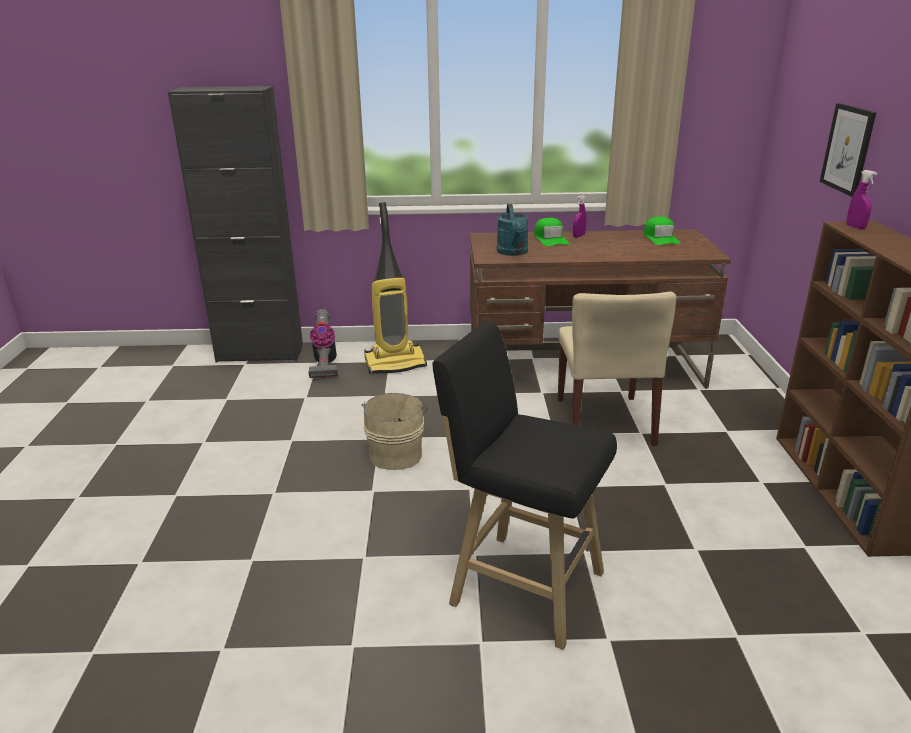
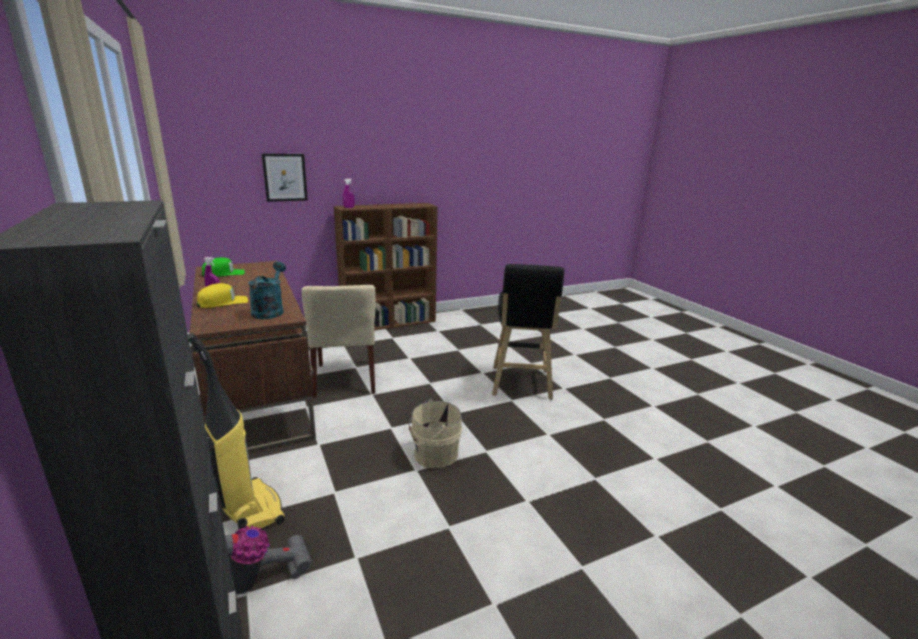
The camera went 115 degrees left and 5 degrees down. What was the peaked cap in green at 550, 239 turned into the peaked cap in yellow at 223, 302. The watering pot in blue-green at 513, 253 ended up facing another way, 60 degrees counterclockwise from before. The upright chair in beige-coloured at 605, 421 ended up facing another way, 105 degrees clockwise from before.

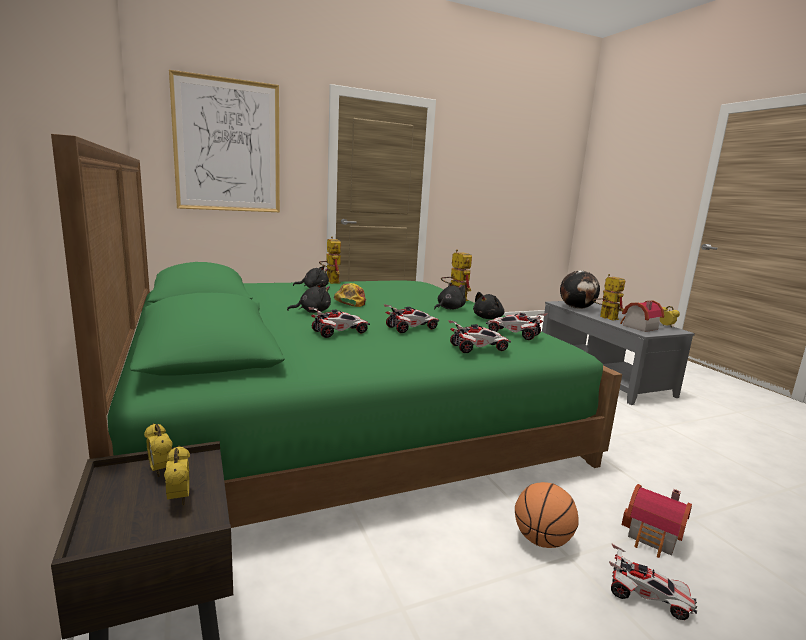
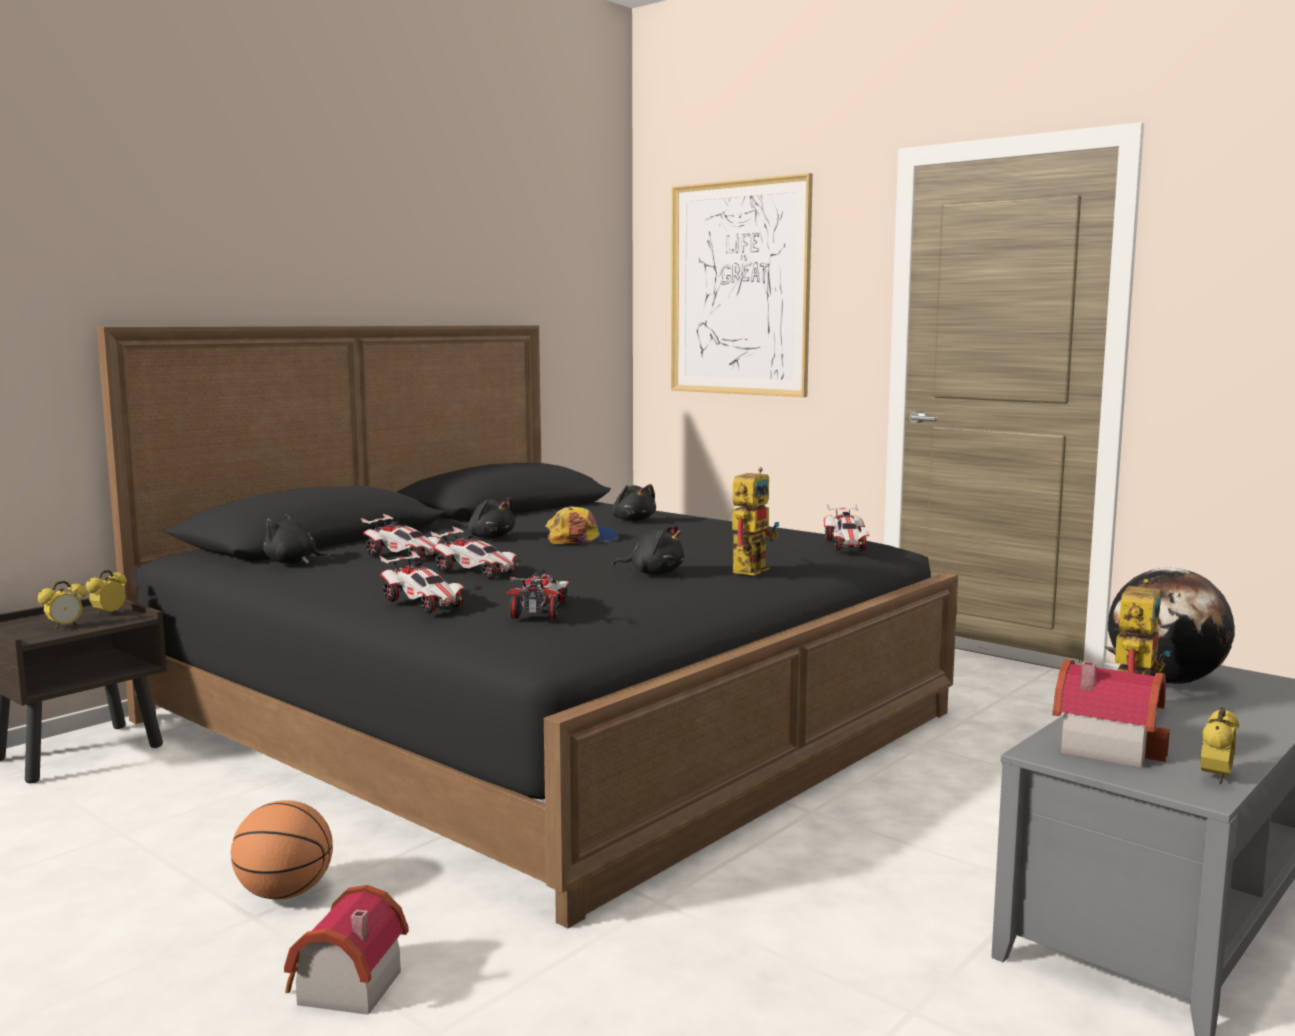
The camera went 65 degrees right and 5 degrees down. The second view lost the model robot at 330, 281. The soft toy in blackish ended up elsewhere, having gone from 488, 318 to 293, 563. The model car ended up elsewhere, having gone from 647, 597 to 846, 545. What was the sleeping bed in green at 339, 412 turned into the sleeping bed in blackish at 543, 716.

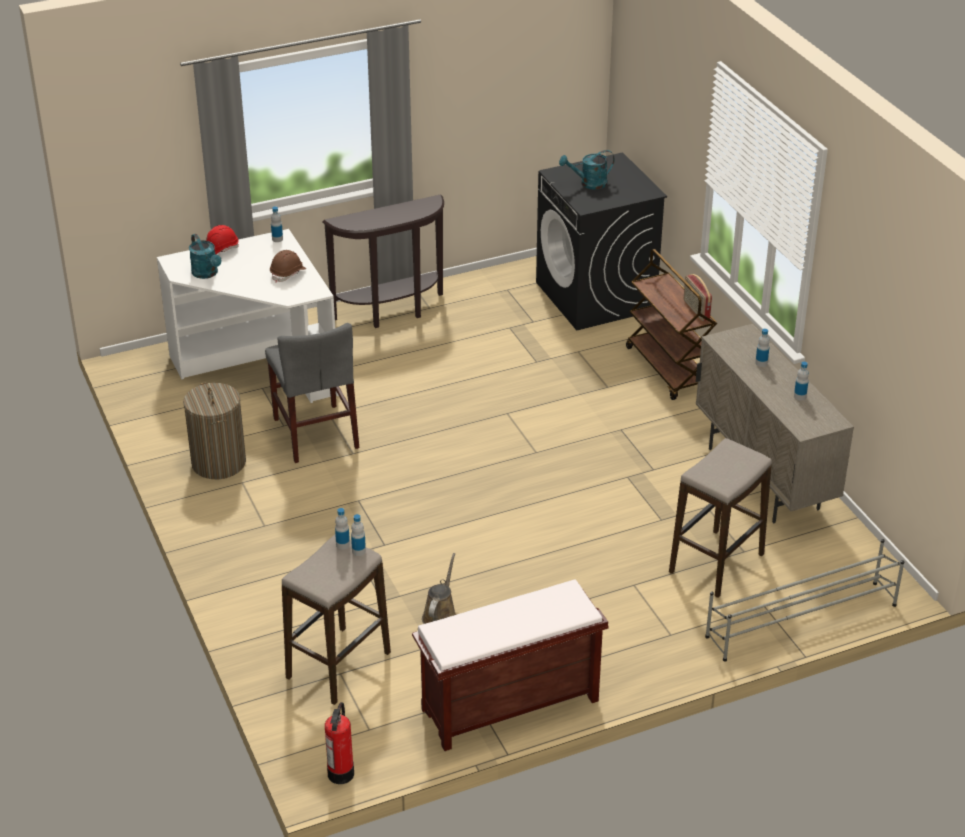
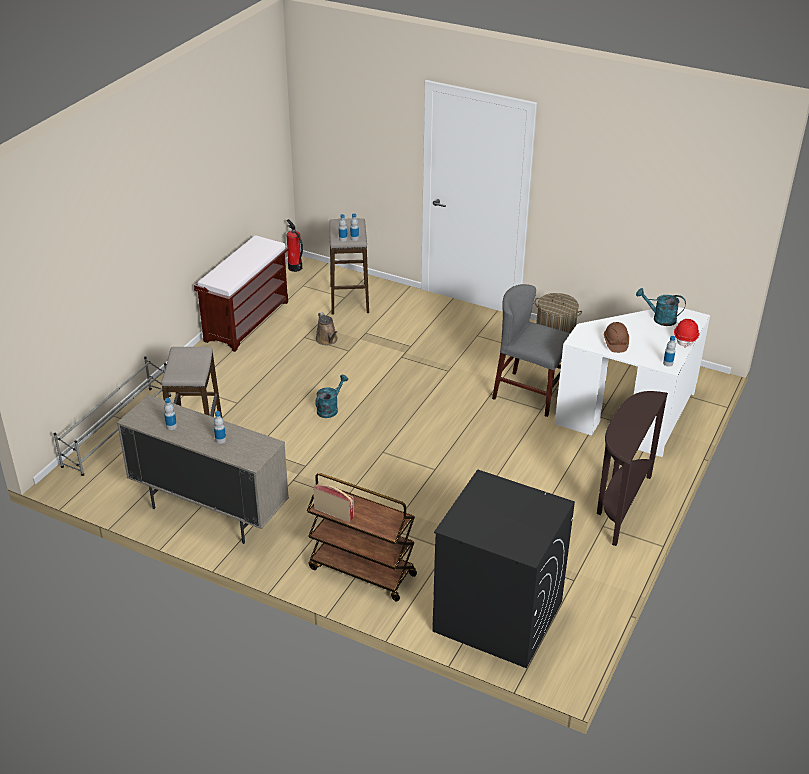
The camera went 140 degrees right and 0 degrees up. The watering pot in blue-green ended up elsewhere, having gone from 589, 184 to 330, 409.

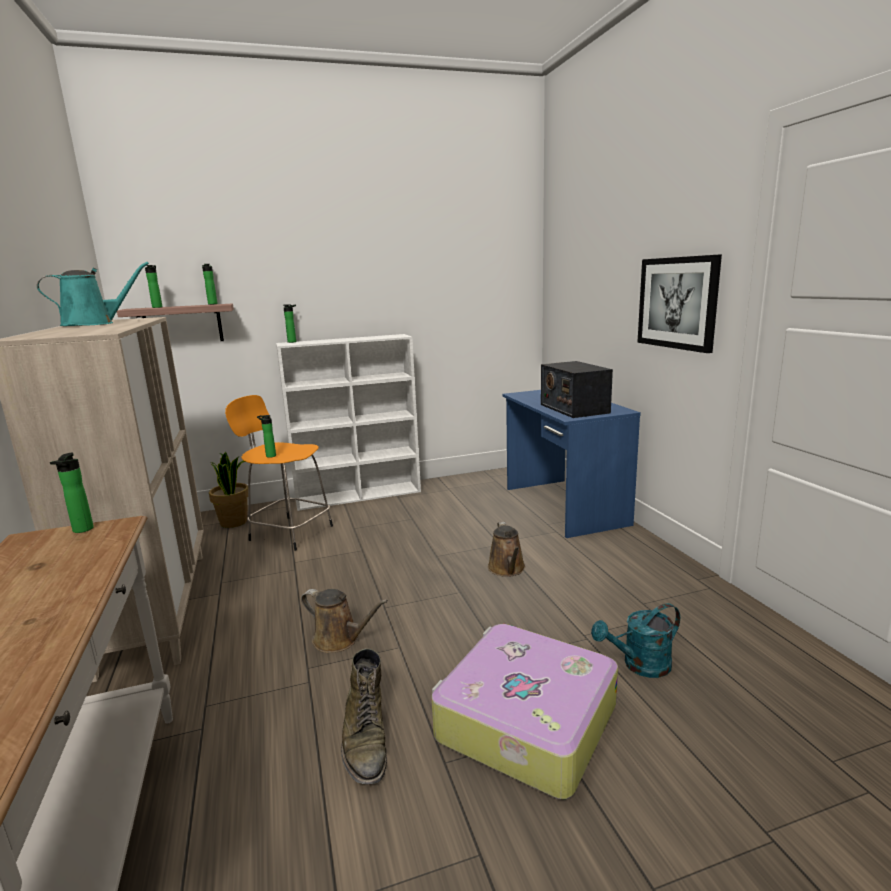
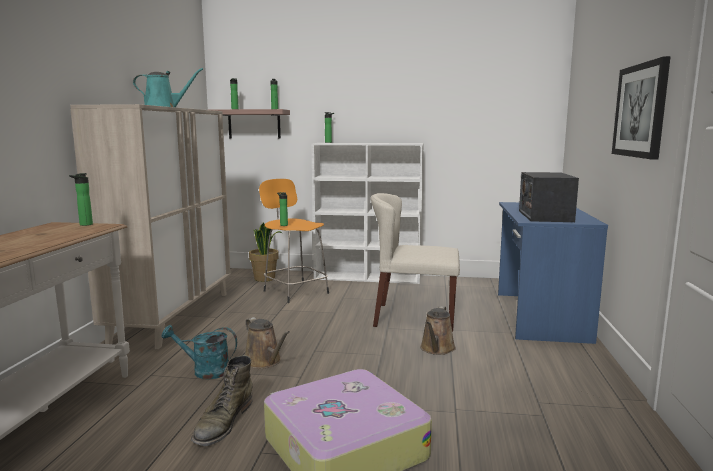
The camera went 25 degrees right and 5 degrees down. The second view gained the upright chair in beige-coloured at 413, 317. The watering pot in blue-green ended up elsewhere, having gone from 640, 666 to 205, 371.

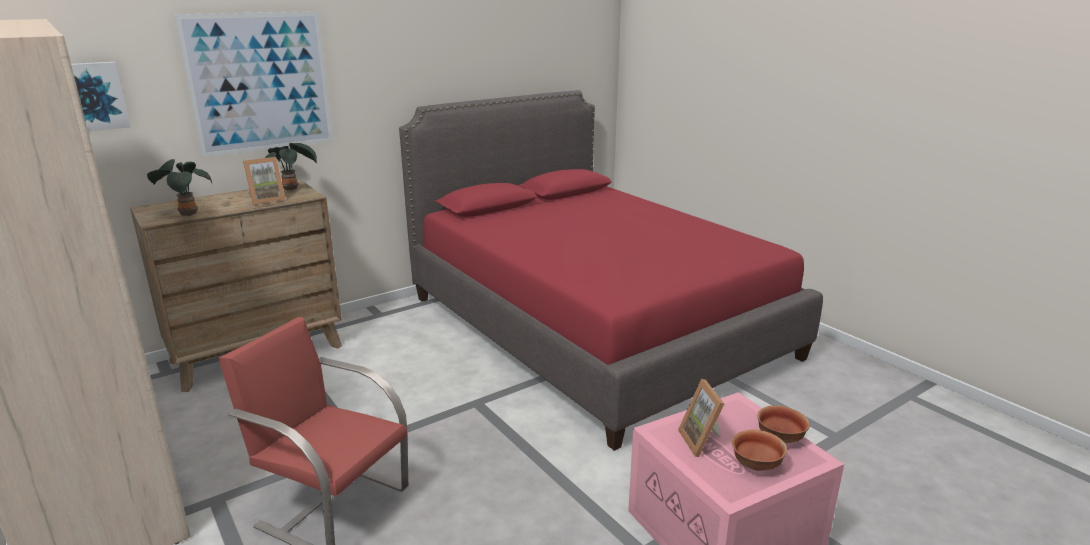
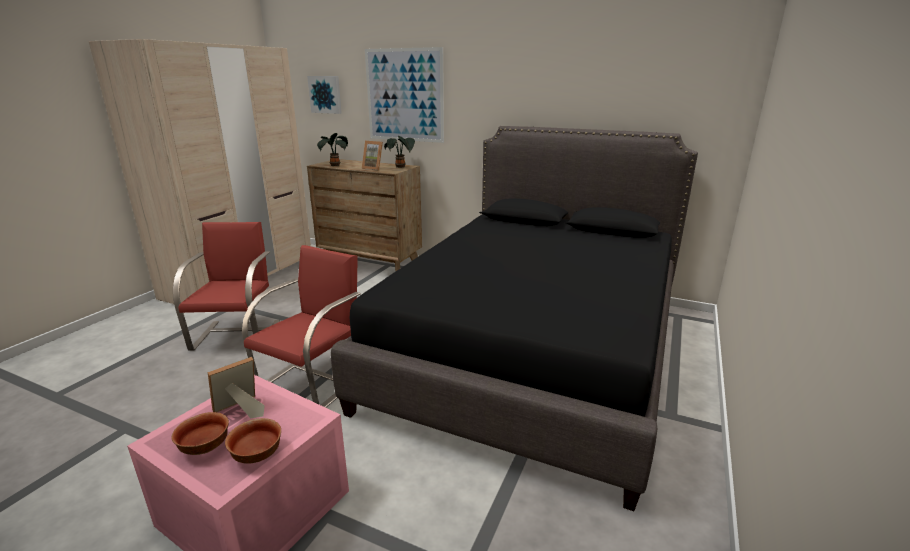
The camera went 60 degrees right and 0 degrees up. The second view gained the upright chair in red at 314, 380. What was the sleeping bed in red at 594, 326 turned into the sleeping bed in blackish at 533, 351.

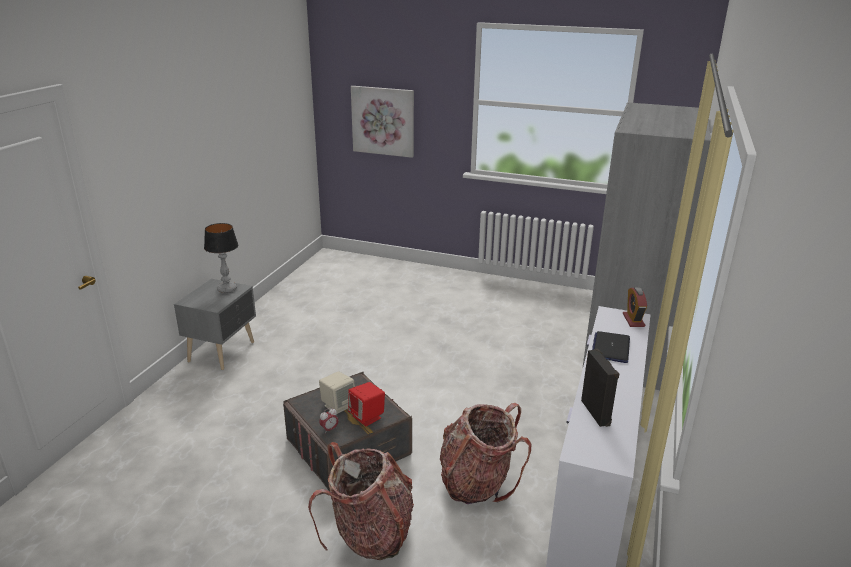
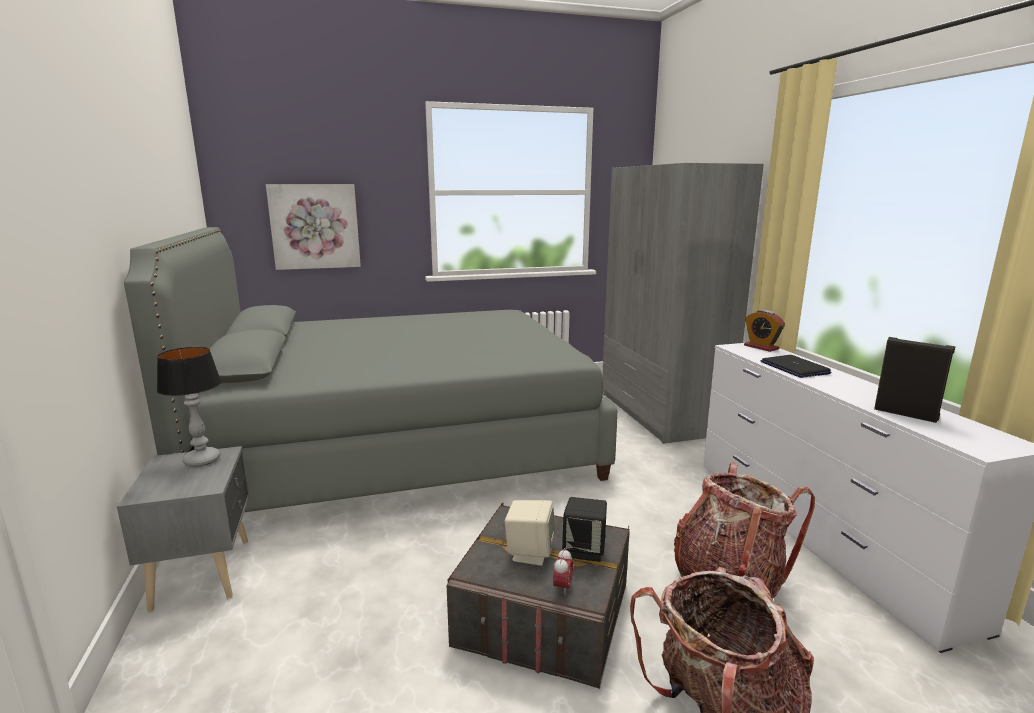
The camera went 35 degrees left and 10 degrees down. The second view gained the sleeping bed in gray at 401, 445. What was the audio speaker in red at 367, 417 turned into the audio speaker in blackish at 584, 550.

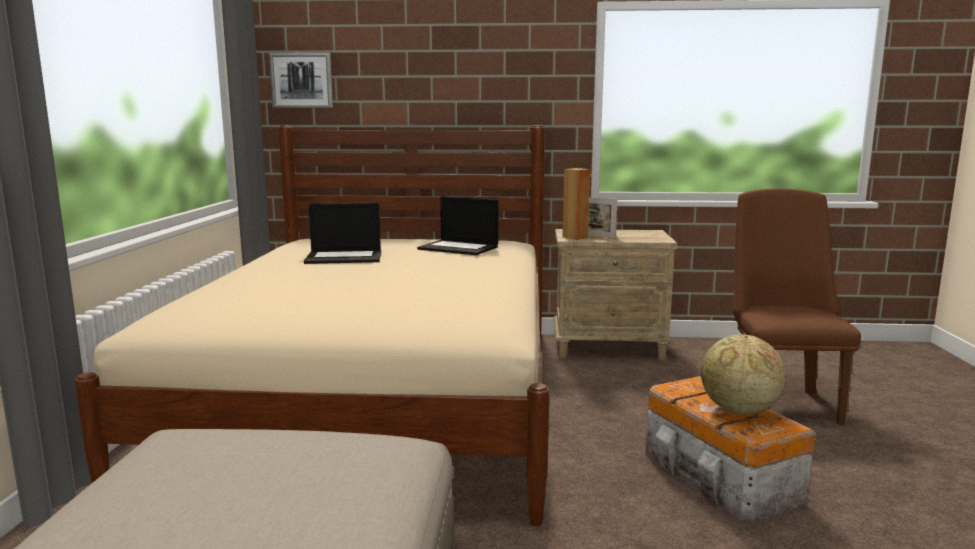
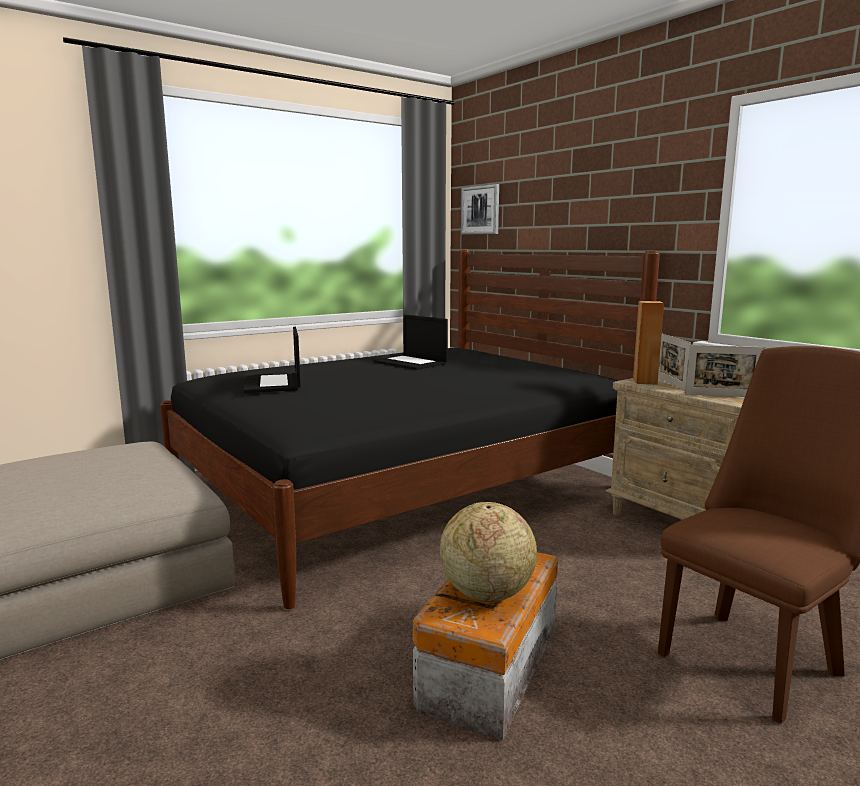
The camera went 50 degrees right and 0 degrees up. The second view gained the photo frame at 721, 395. The laptop ended up elsewhere, having gone from 459, 248 to 273, 384. What was the sleeping bed in beige-coloured at 380, 399 turned into the sleeping bed in blackish at 404, 489.

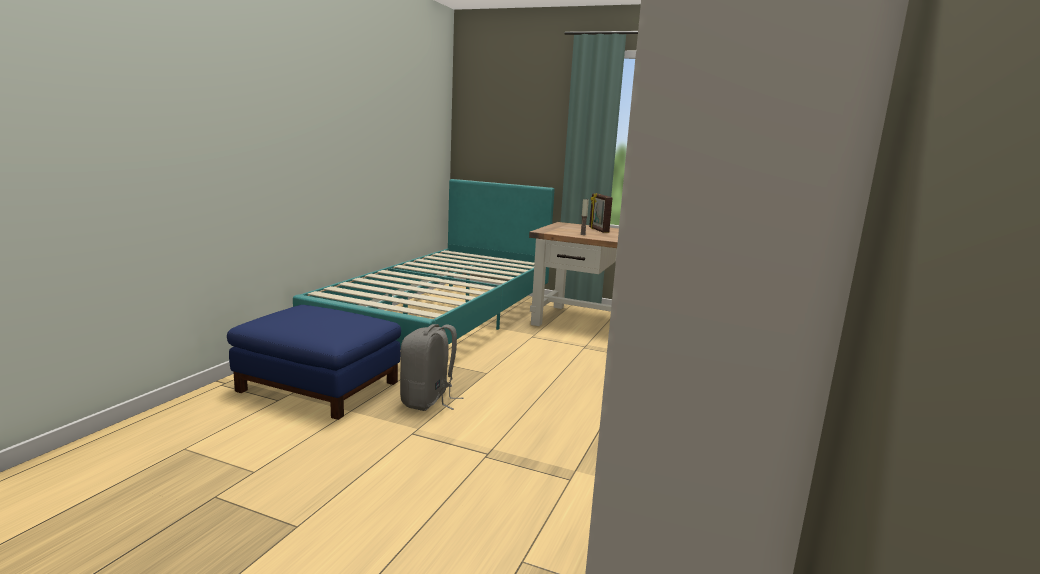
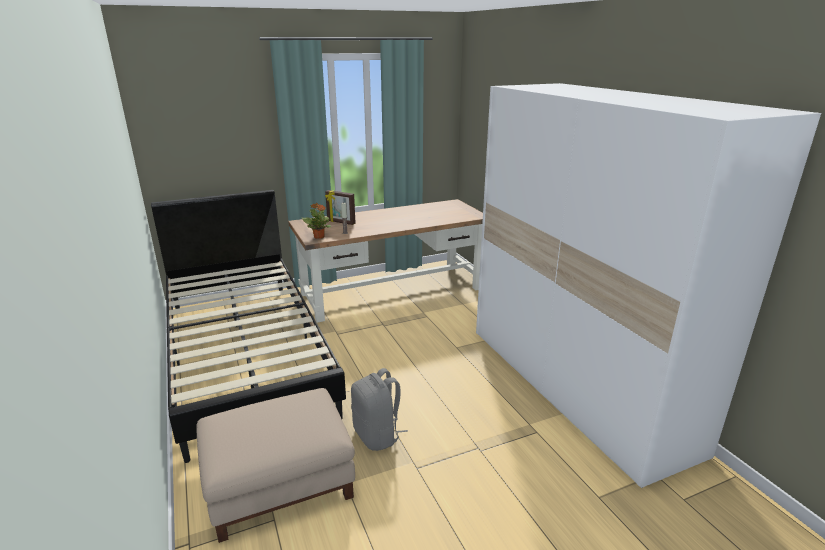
The camera went 45 degrees left and 10 degrees up. The second view gained the houseplant at 319, 237. What was the footrest in blue-coloured at 320, 386 turned into the footrest in beige-coloured at 280, 481. What was the sleeping bed in blue-green at 442, 321 turned into the sleeping bed in blackish at 246, 355.

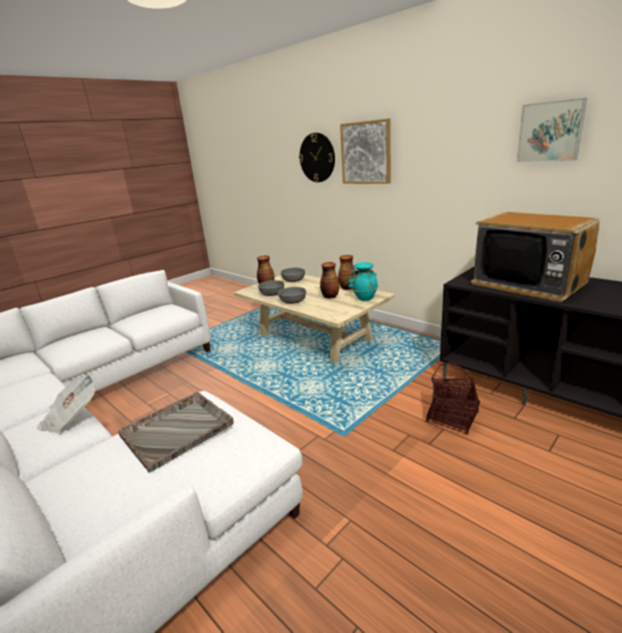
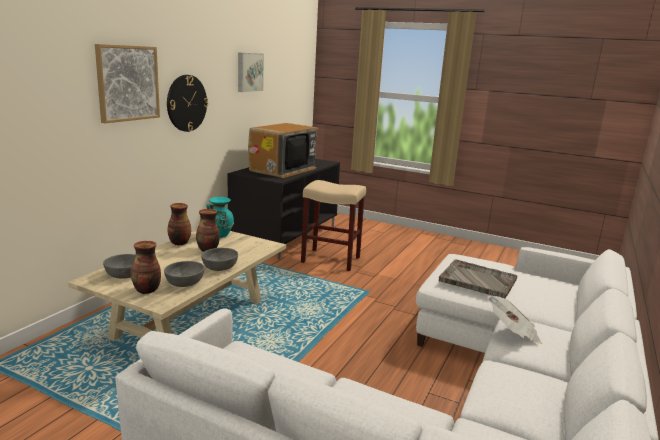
The camera went 110 degrees left and 5 degrees down. The clock on the wall ended up elsewhere, having gone from 317, 157 to 186, 103. Where the household basket stood at 452, 418, the sitting stool in beige-coloured came to stand at 331, 259.

